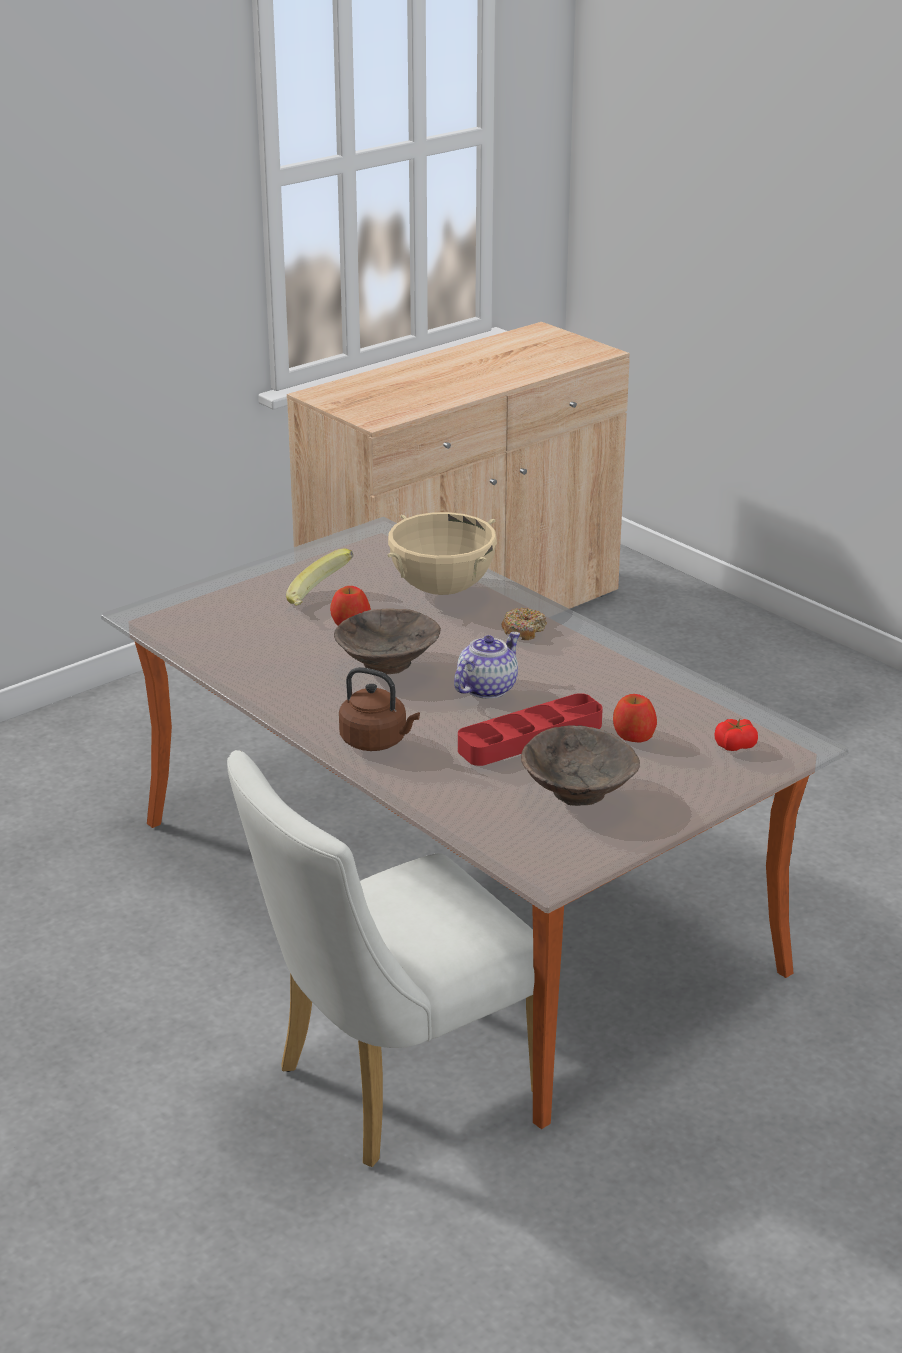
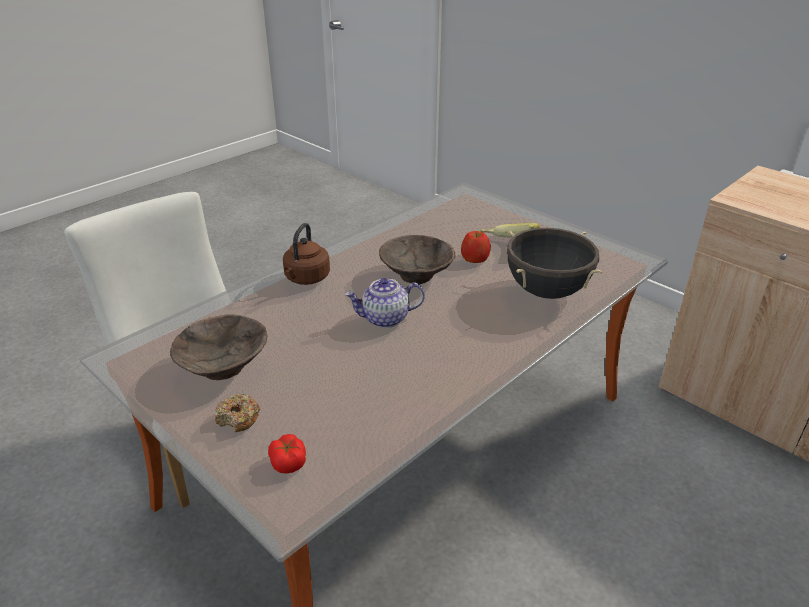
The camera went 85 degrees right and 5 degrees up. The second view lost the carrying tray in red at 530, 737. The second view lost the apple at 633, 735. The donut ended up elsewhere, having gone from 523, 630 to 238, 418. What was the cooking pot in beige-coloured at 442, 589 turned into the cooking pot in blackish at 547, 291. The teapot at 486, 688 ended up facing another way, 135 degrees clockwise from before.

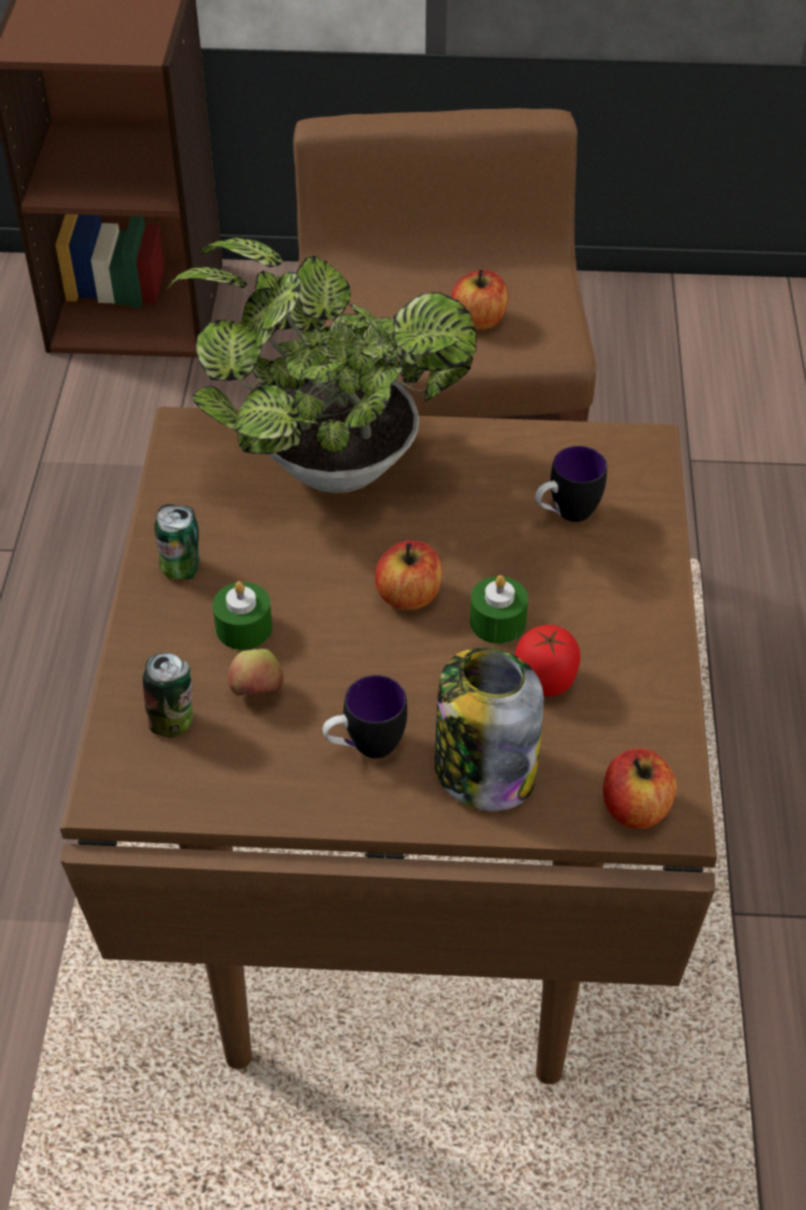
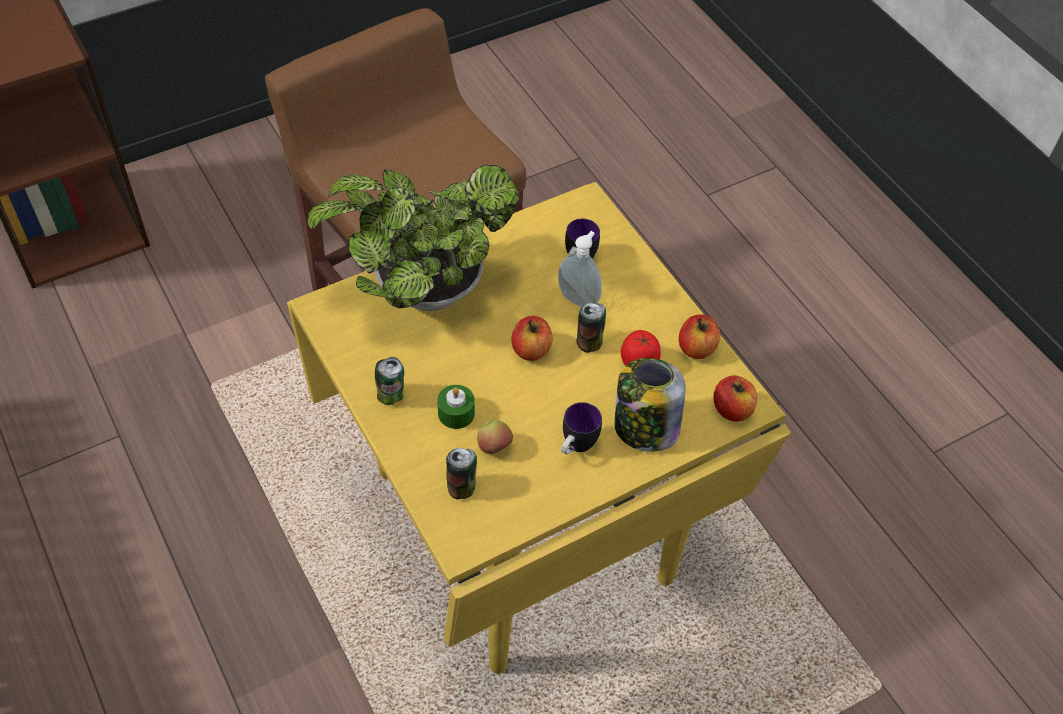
The camera went 35 degrees left and 5 degrees up. The second view gained the soap bottle at 579, 298. The apple ended up elsewhere, having gone from 479, 320 to 696, 348. Where the wax light in green stood at 497, 622, the metal can came to stand at 589, 342. What was the dining table in brown at 399, 894 turned into the dining table in yellow at 520, 526.

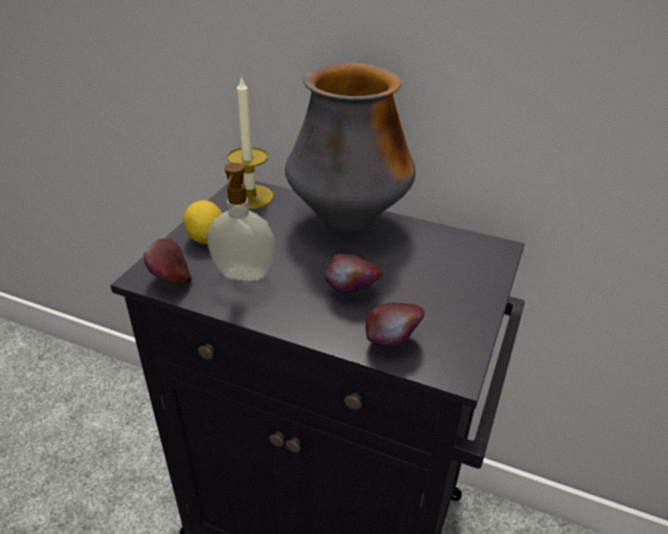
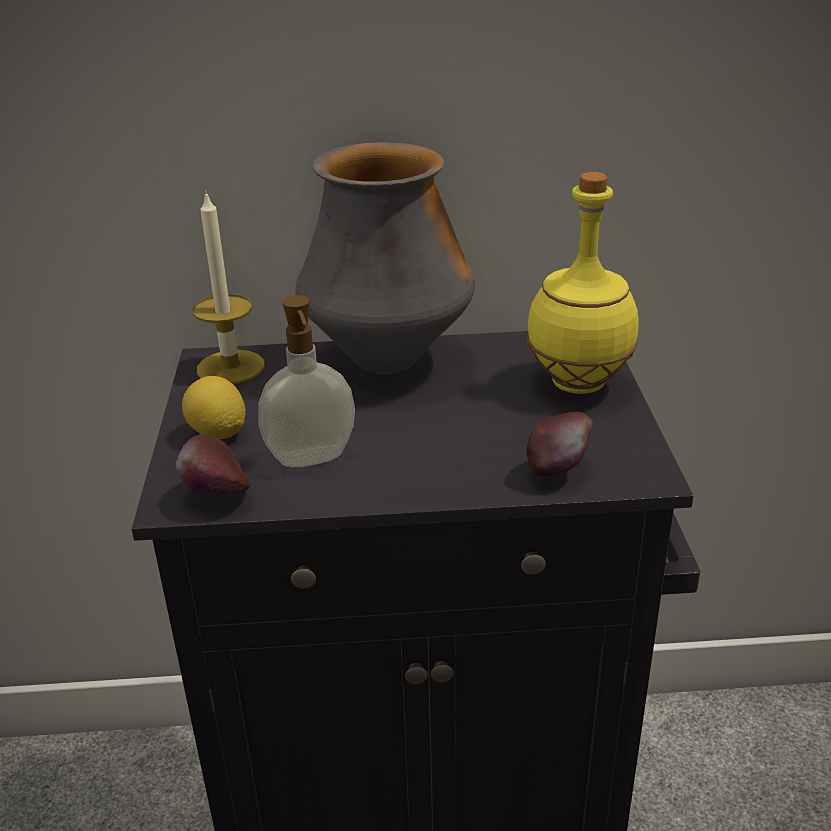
The camera went 25 degrees left and 5 degrees down. The second view lost the apple at 352, 293. The second view gained the bottle in yellow at 577, 384.

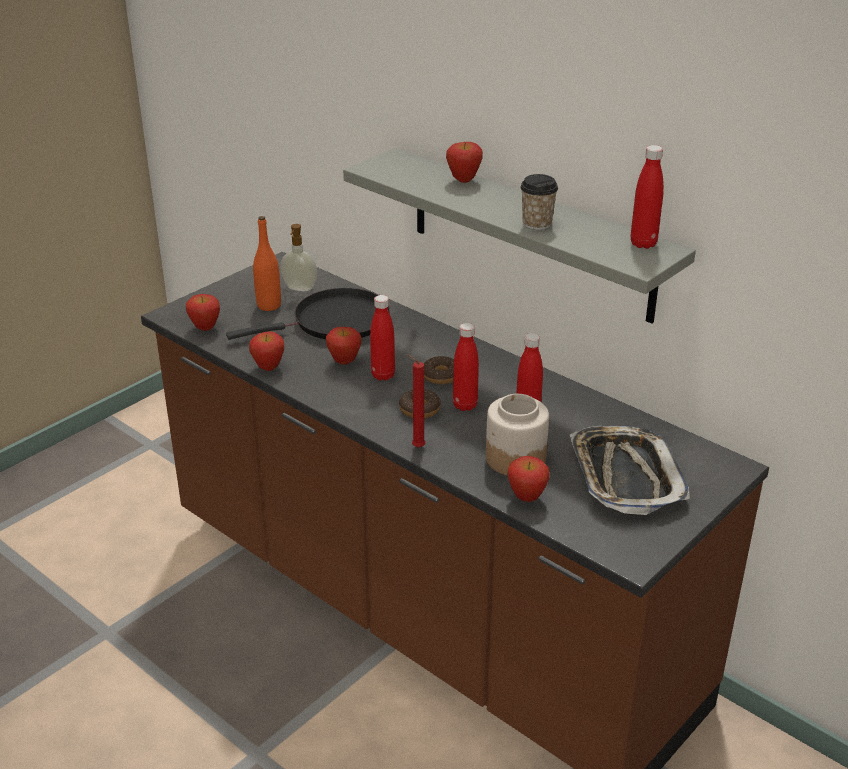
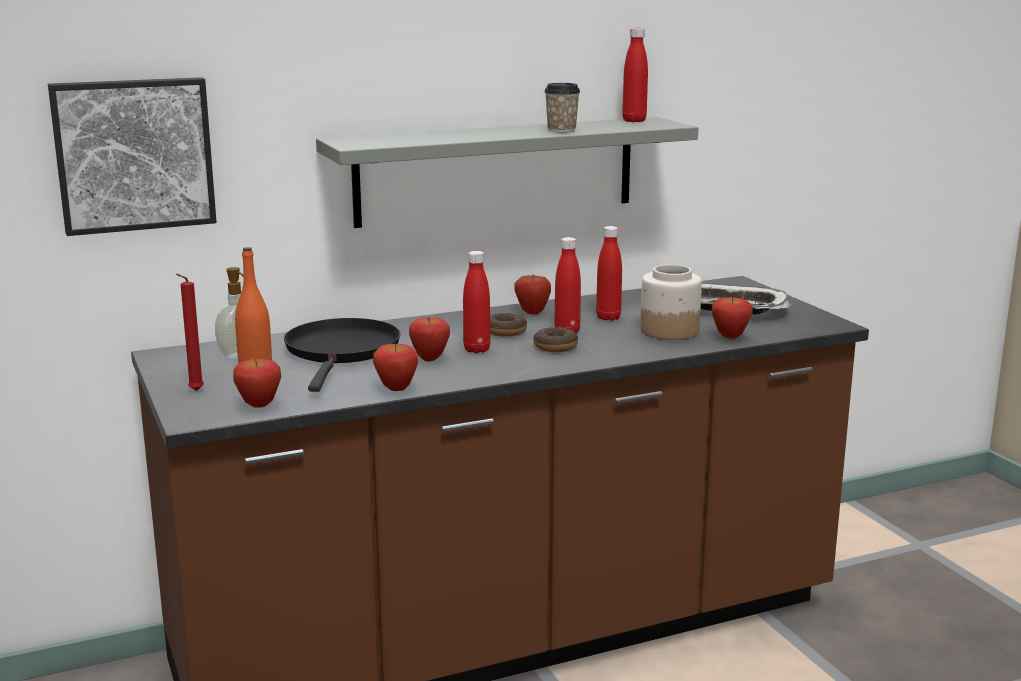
The camera went 65 degrees left and 15 degrees down. The second view gained the wall art at 134, 154. The wax light in red ended up elsewhere, having gone from 416, 447 to 194, 391. The apple ended up elsewhere, having gone from 463, 180 to 532, 313.

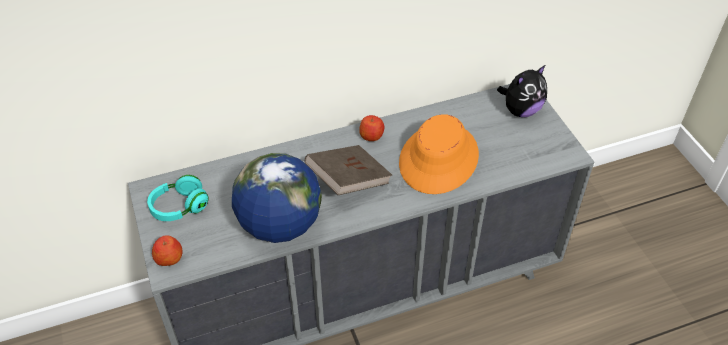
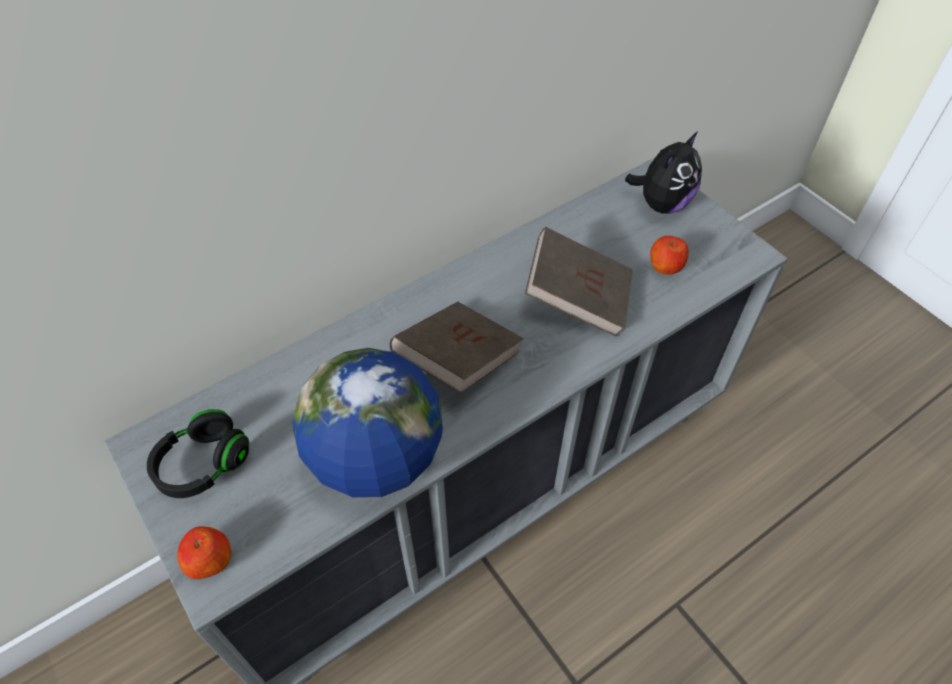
The camera went 15 degrees left and 5 degrees up. The apple ended up elsewhere, having gone from 371, 135 to 665, 266. Where the wearable hat in orange-coloured stood at 439, 159, the volume in brown came to stand at 577, 298. What was the headphones in blue-green at 179, 207 turned into the headphones in blackish at 203, 464.

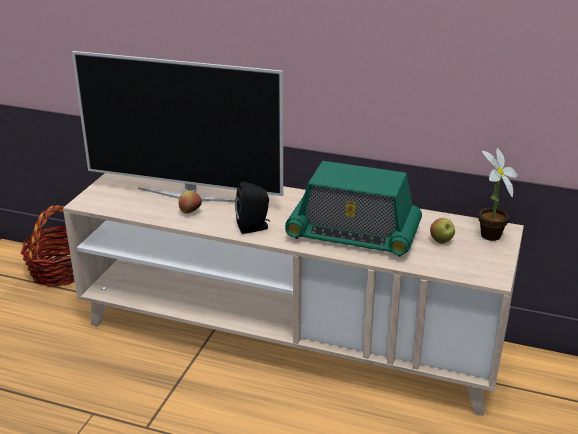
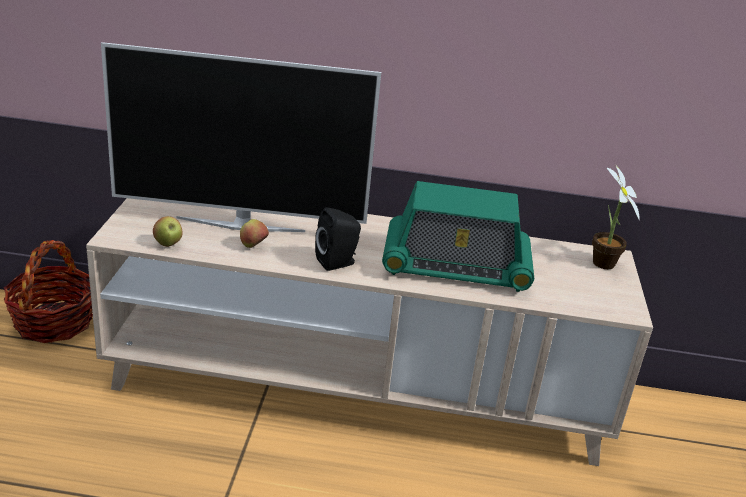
The camera went 15 degrees left and 0 degrees up. The apple ended up elsewhere, having gone from 441, 241 to 168, 244.

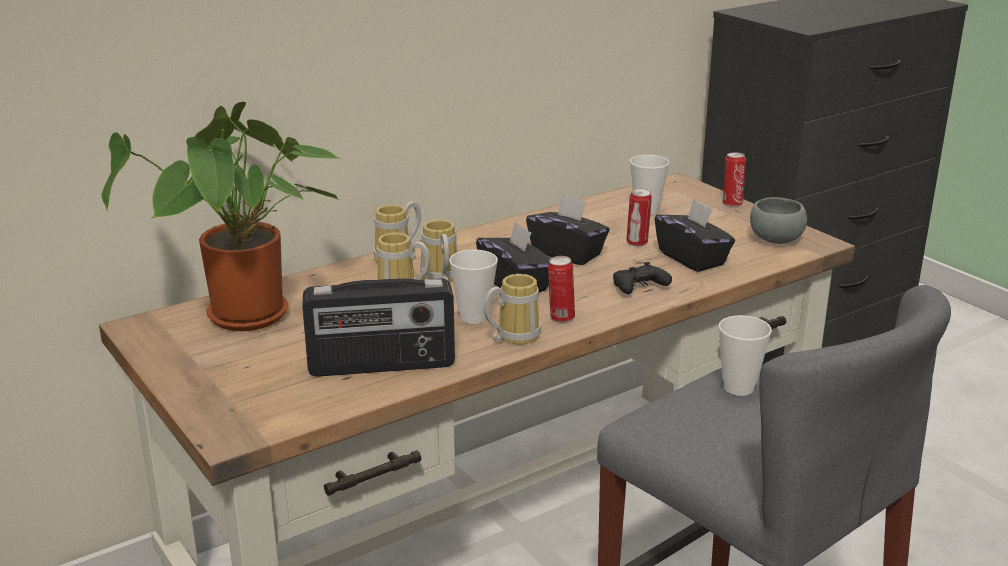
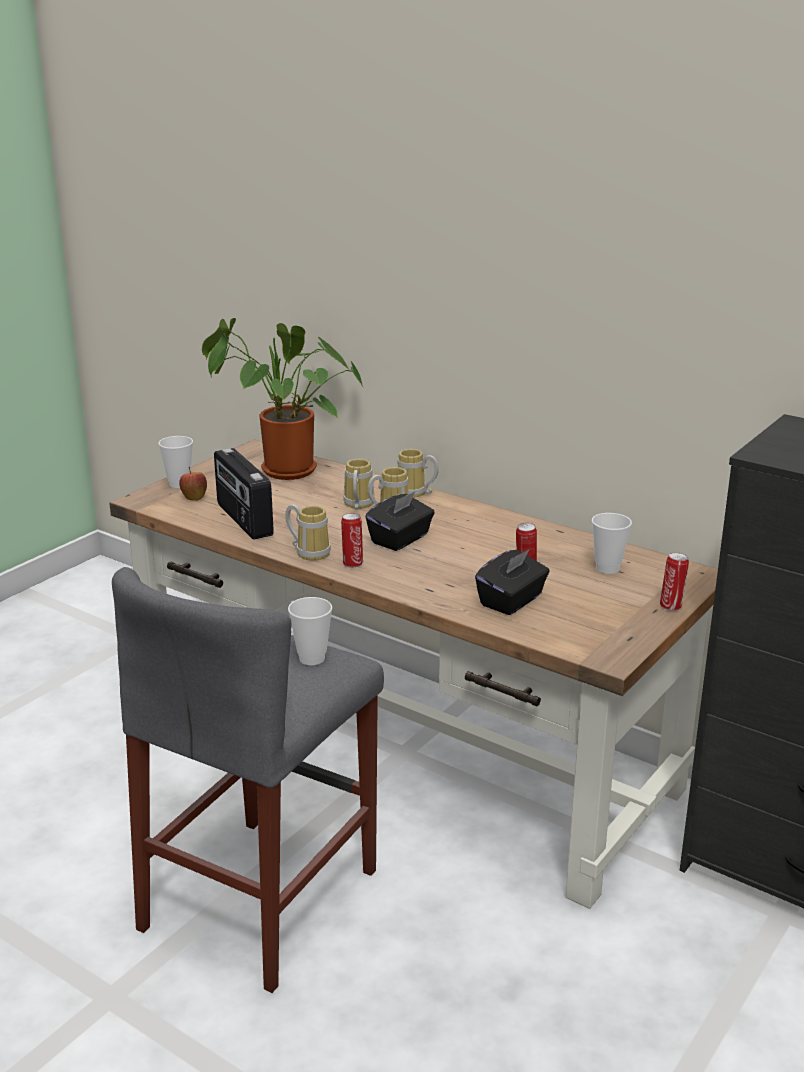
The camera went 70 degrees right and 0 degrees up. The second view lost the box of tissues in blackish at 567, 253. The second view lost the gamepad in blackish at 638, 288. The second view lost the serving bowl in gray at 774, 239. The second view gained the apple at 194, 498. The small cup ended up elsewhere, having gone from 474, 317 to 179, 484.

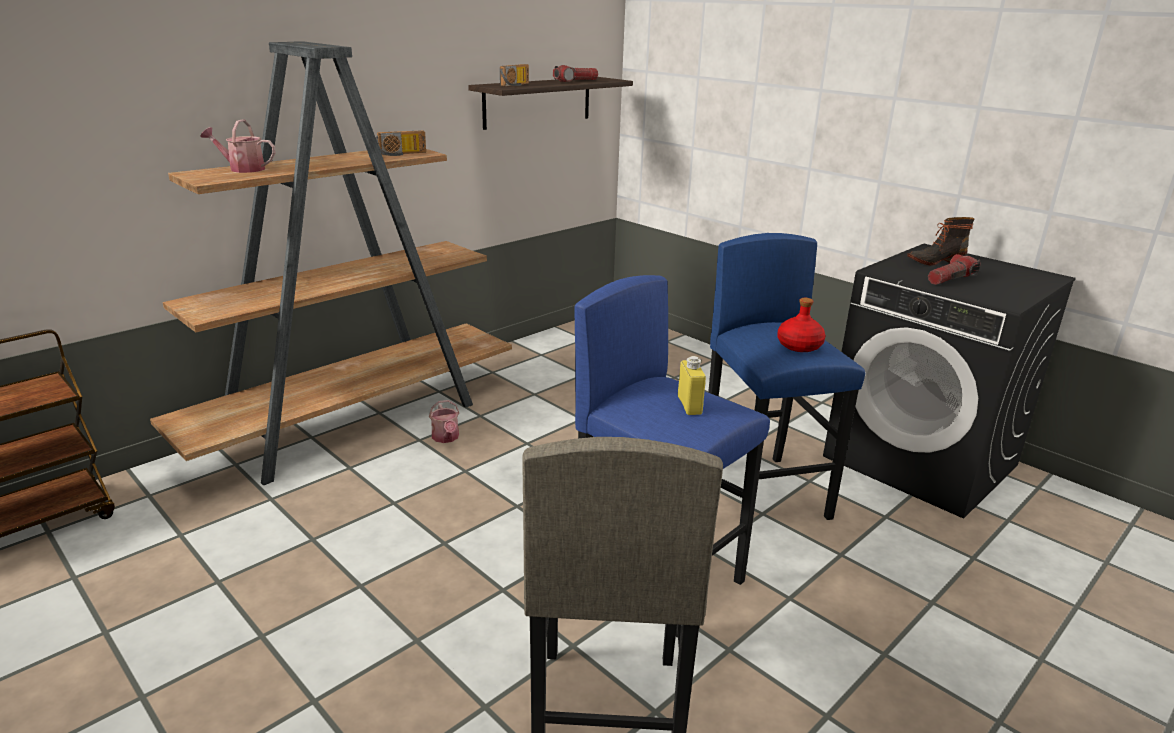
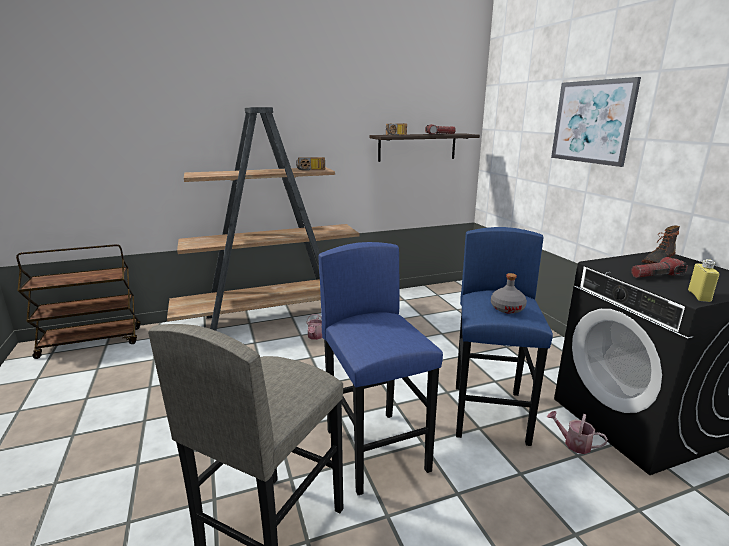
The camera went 25 degrees right and 5 degrees down. The second view gained the wall art at 592, 122. The watering pot ended up elsewhere, having gone from 242, 169 to 573, 443. The bottle in yellow ended up elsewhere, having gone from 689, 405 to 699, 296. What was the bottle in red at 799, 346 turned into the bottle in gray at 507, 308. The high-top boot at 934, 261 ended up facing another way, 45 degrees counterclockwise from before.

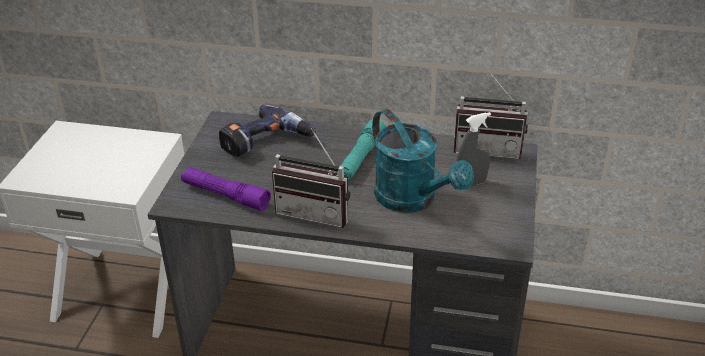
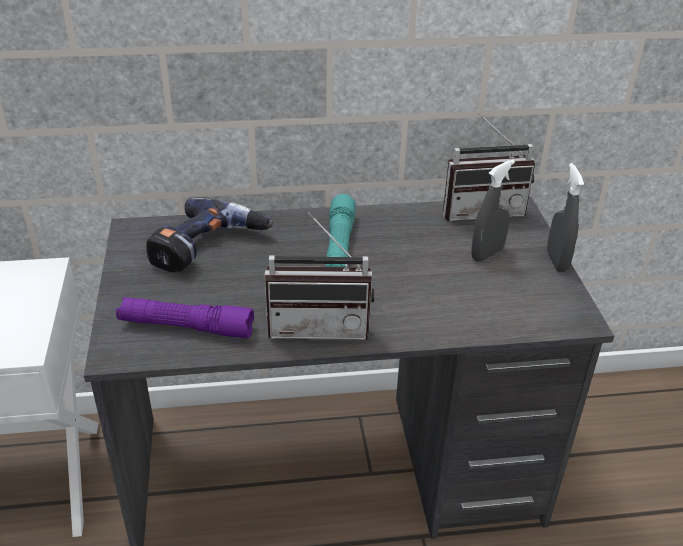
The camera went 20 degrees left and 0 degrees up. The second view lost the watering pot in blue-green at 413, 200. The second view gained the hand sprayer in gray at 556, 261.

